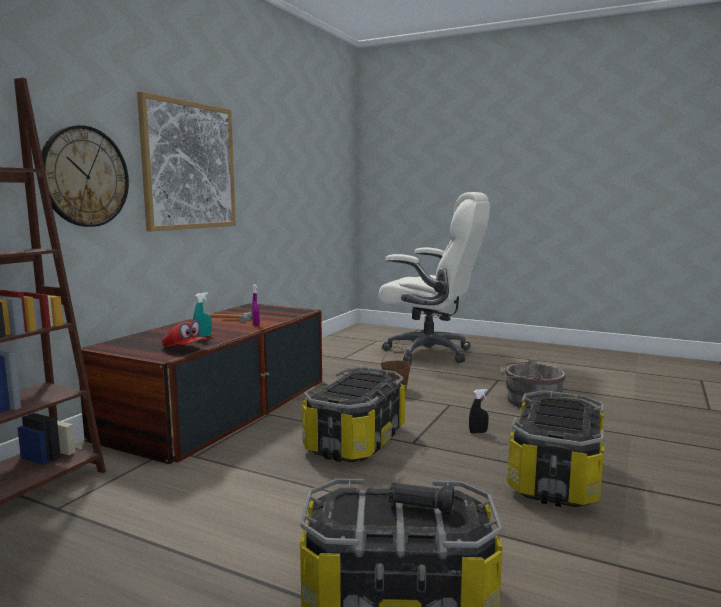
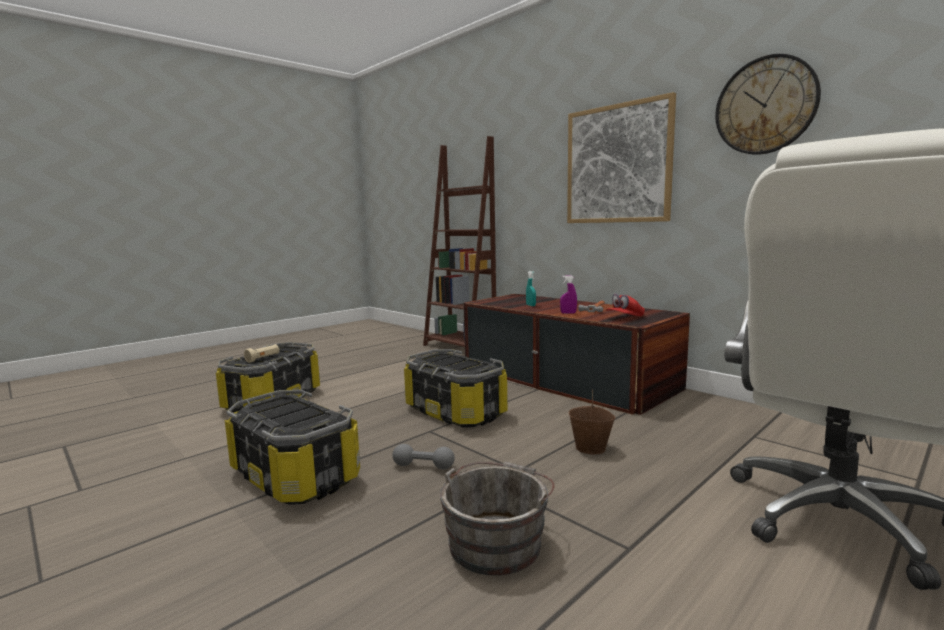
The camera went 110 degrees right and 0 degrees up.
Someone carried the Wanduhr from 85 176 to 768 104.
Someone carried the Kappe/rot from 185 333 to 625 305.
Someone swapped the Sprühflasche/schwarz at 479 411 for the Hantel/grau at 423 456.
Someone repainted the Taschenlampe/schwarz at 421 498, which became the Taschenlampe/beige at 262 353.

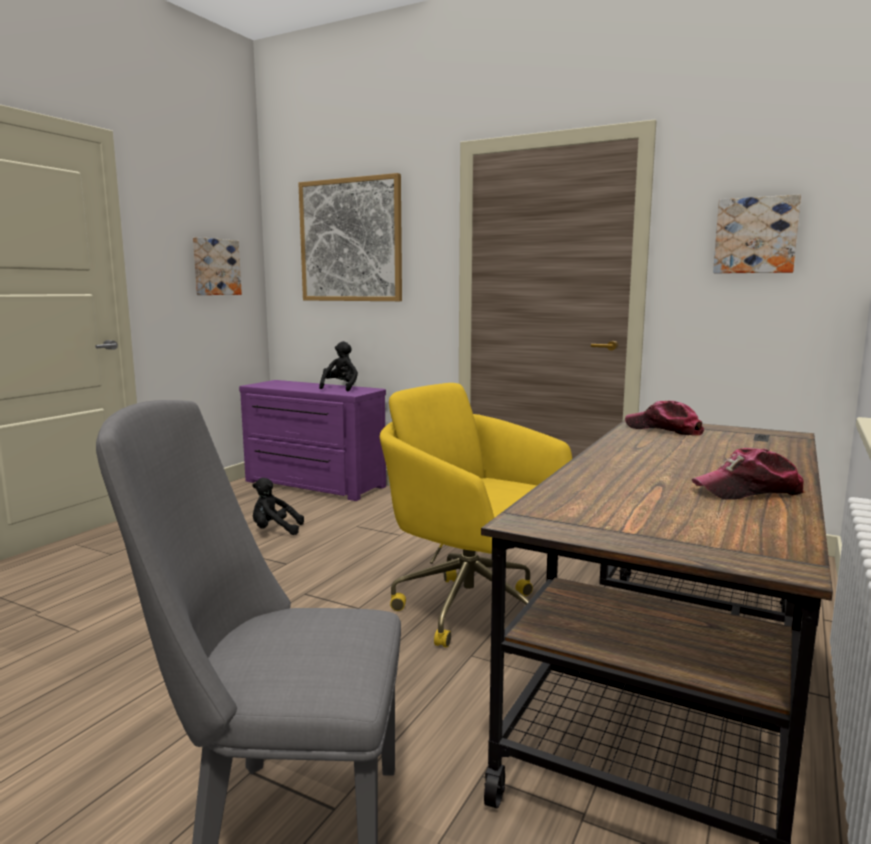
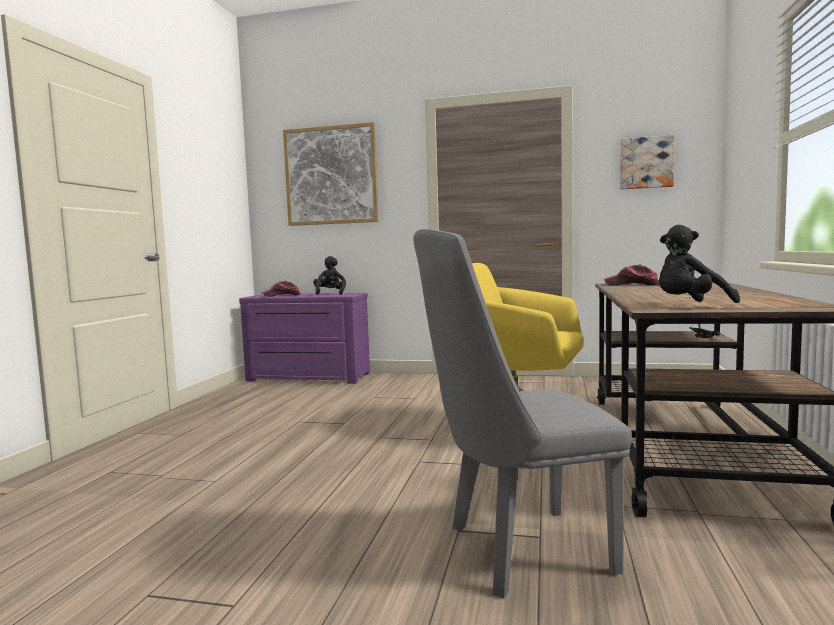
The camera went 15 degrees left and 5 degrees down.
Someone took away the Bild at 217 266.
Someone carried the Plüschtier/schwarz from 278 506 to 699 264.
Someone carried the Kappe from 748 474 to 281 289.

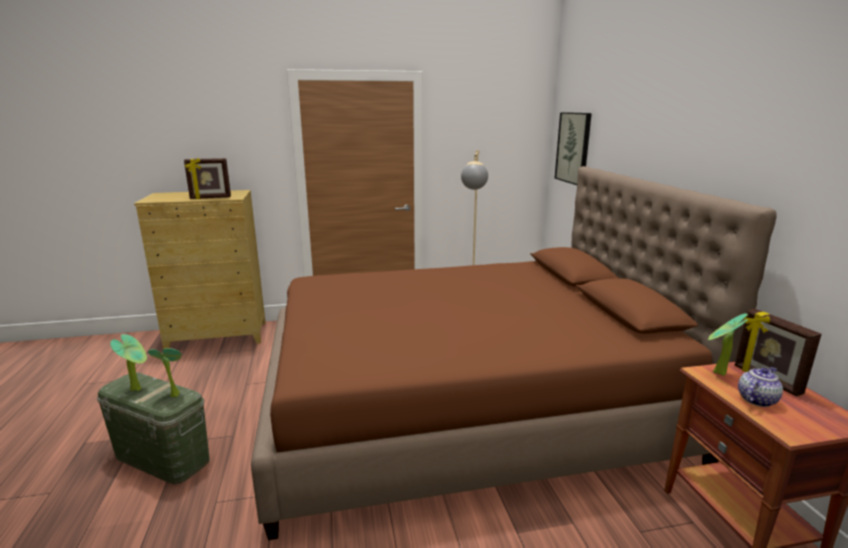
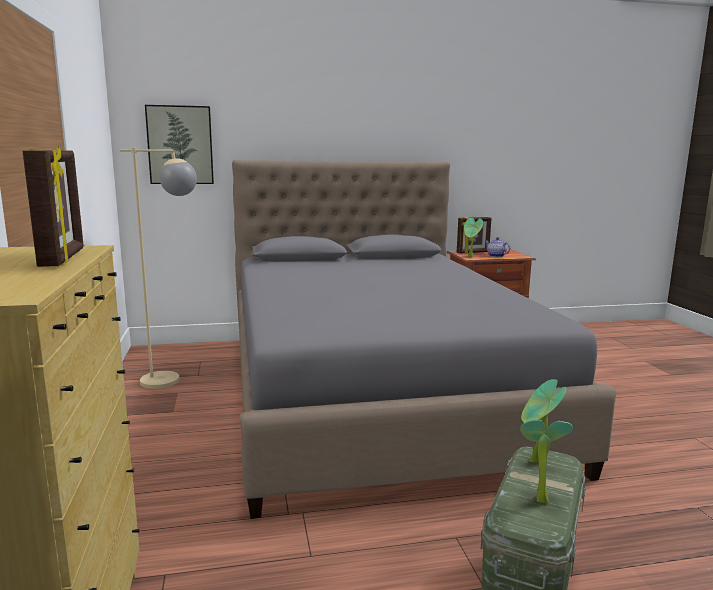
The camera went 90 degrees left and 5 degrees down.
Someone repainted the Bett/braun at 514 353, which became the Bett/grau at 424 339.

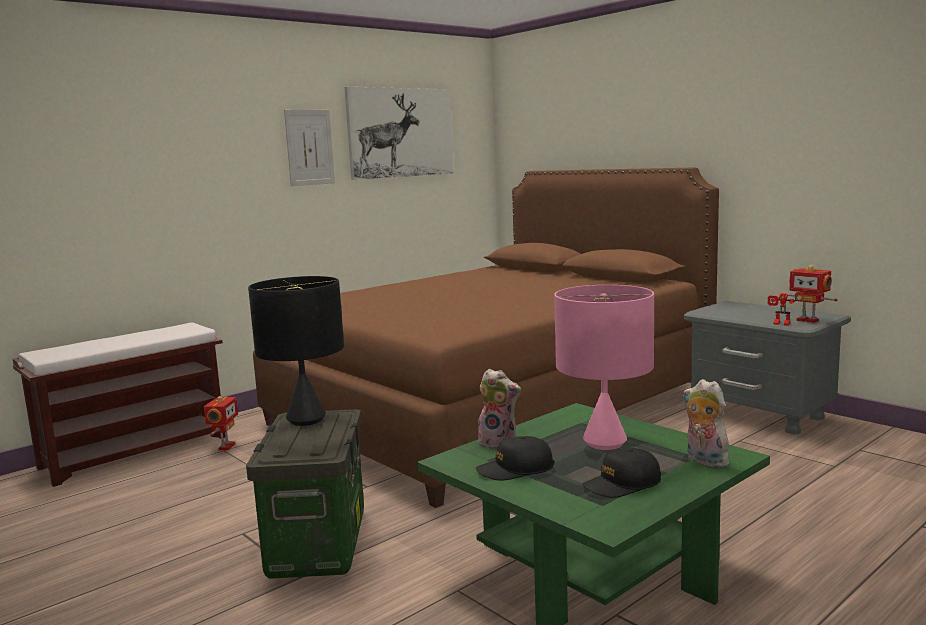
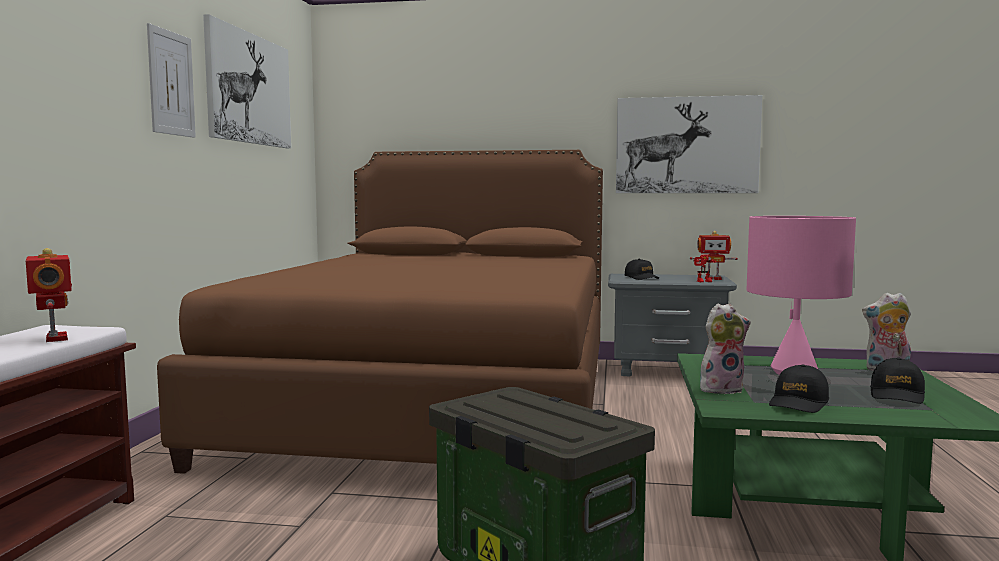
The camera went 40 degrees left and 5 degrees down.
Someone took away the Tischlampe/schwarz at 296 351.
Someone put up the Bild at 689 144.
Someone put down the Kappe/schwarz at 642 269.
Someone carried the Spielzeugroboter from 221 423 to 49 295.

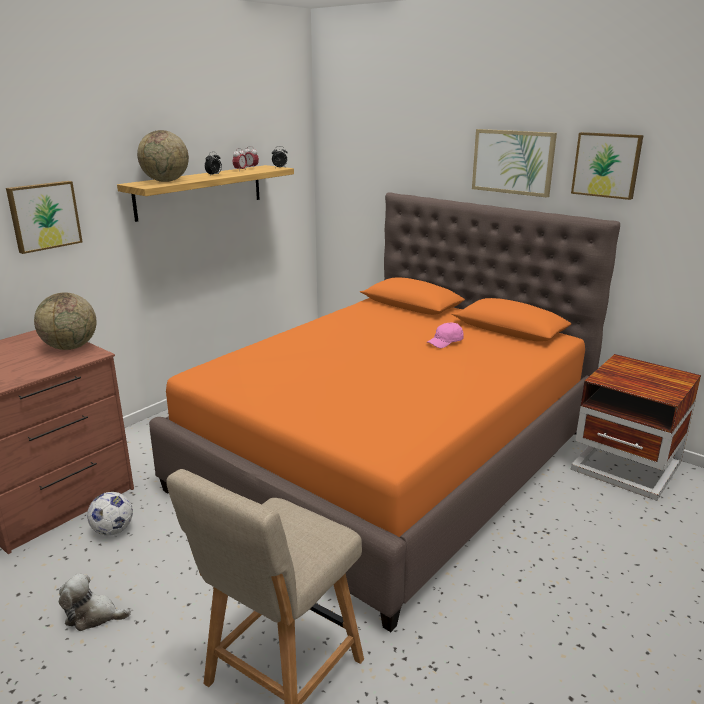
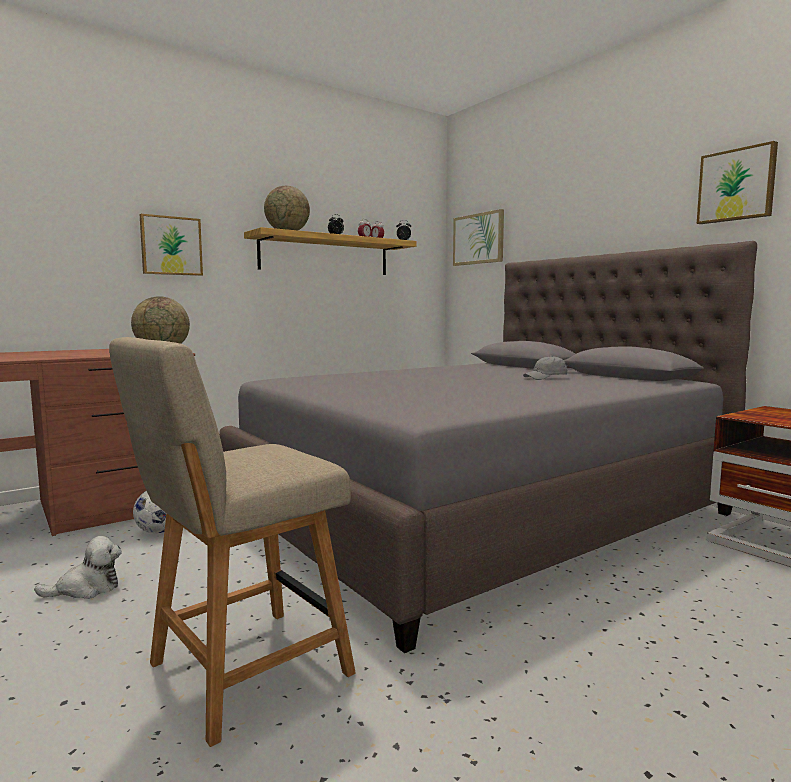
The camera went 15 degrees right and 15 degrees down.
Someone carried the Bild from 514 163 to 478 237.
Someone repainted the Bett/orange at 384 412, which became the Bett/grau at 488 447.
Someone repainted the Kappe/rosa at 445 335, which became the Kappe/grau at 545 368.
Someone rotated the Plüschtier at 95 602 by 135 degrees clockwise.

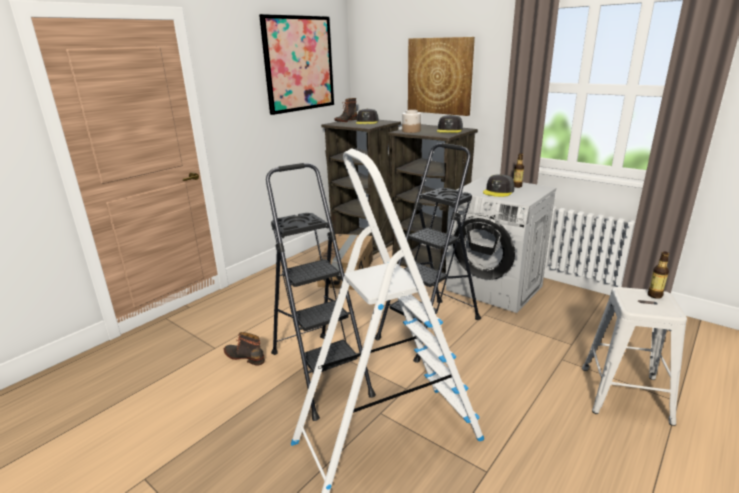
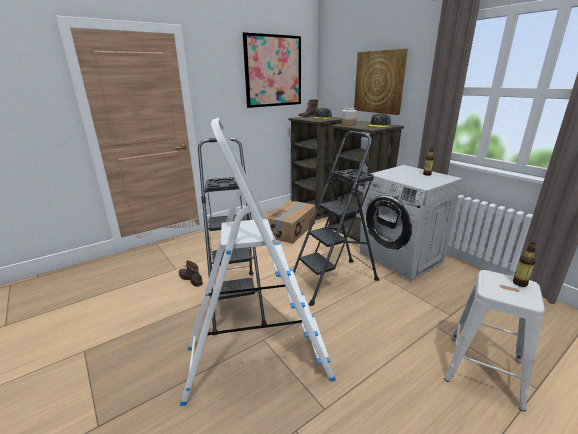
The camera went 15 degrees right and 0 degrees up.
Someone took away the Kappe/grau at 499 185.

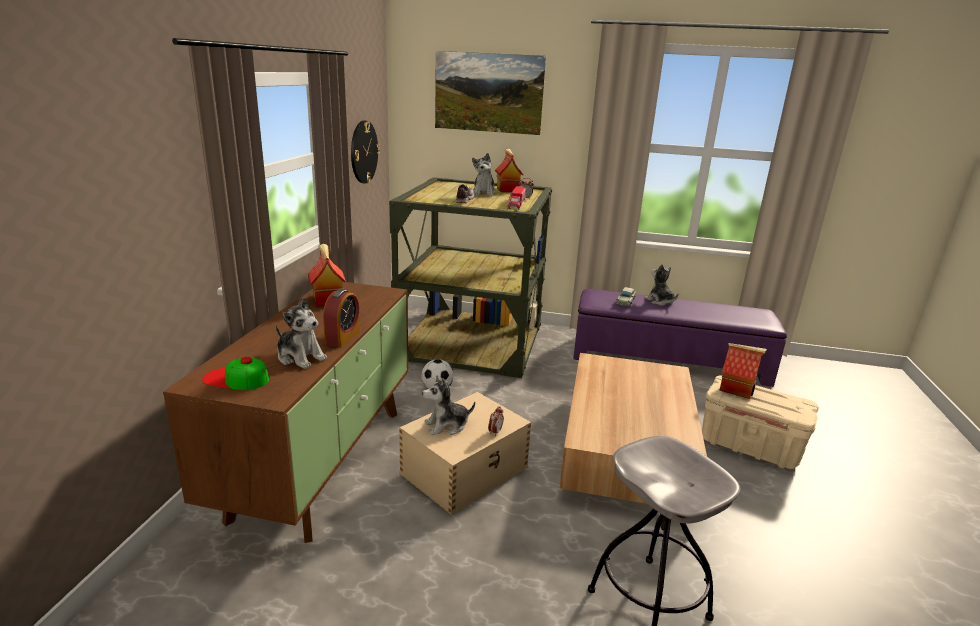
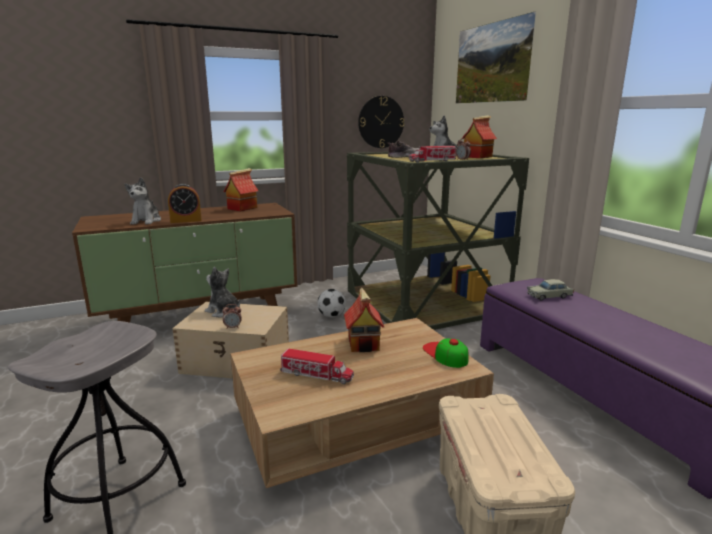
The camera went 55 degrees right and 5 degrees down.
Someone took away the Plüschtier at 661 285.
Someone put down the Spielzeuglaster at 317 366.
Someone carried the Kappe from 235 373 to 445 353.
Someone carried the Spielzeughaus from 743 371 to 364 319.

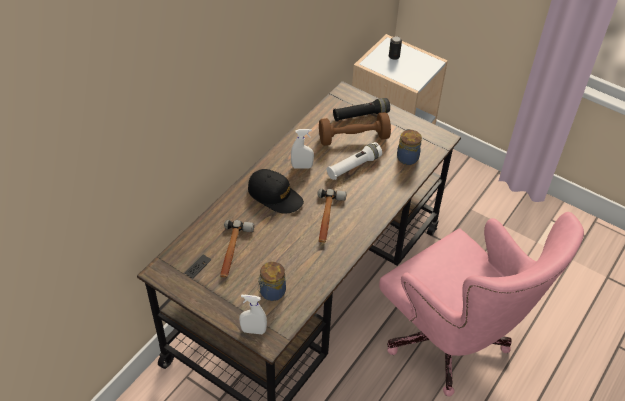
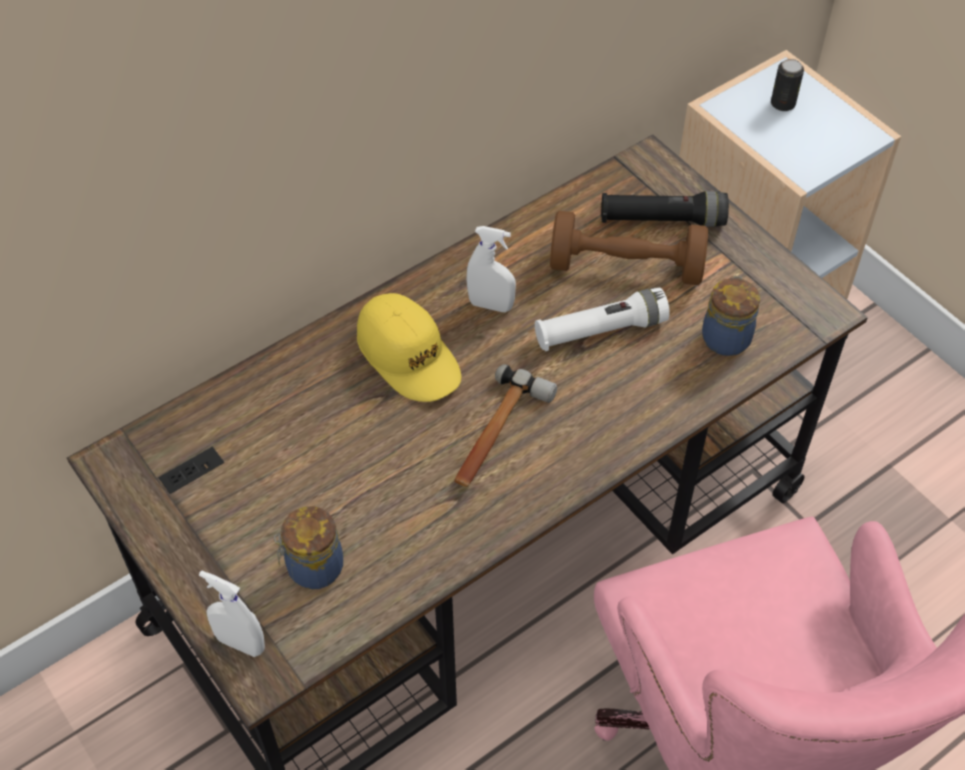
The camera went 20 degrees right and 5 degrees up.
Someone took away the Hammer at 237 249.
Someone repainted the Kappe/schwarz at 276 191, which became the Kappe/gelb at 409 347.

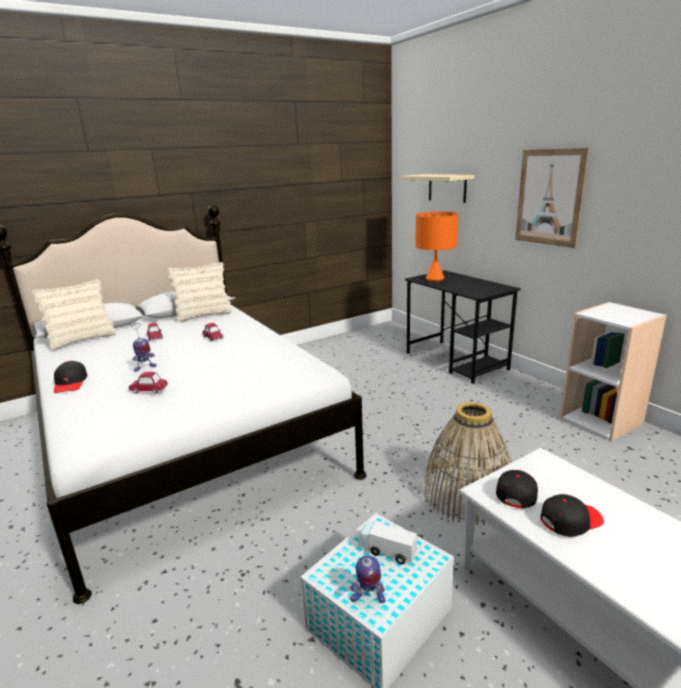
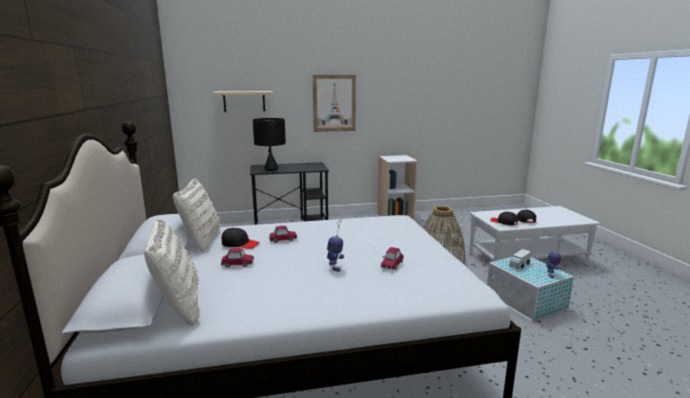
The camera went 70 degrees left and 5 degrees down.
Someone carried the Kappe/schwarz from 71 377 to 240 238.
Someone repainted the Tischlampe/orange at 436 247, which became the Tischlampe/schwarz at 269 144.

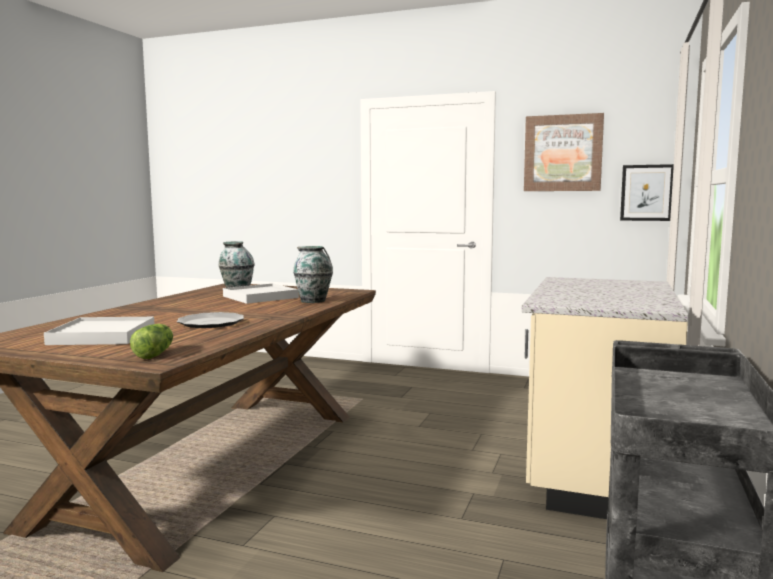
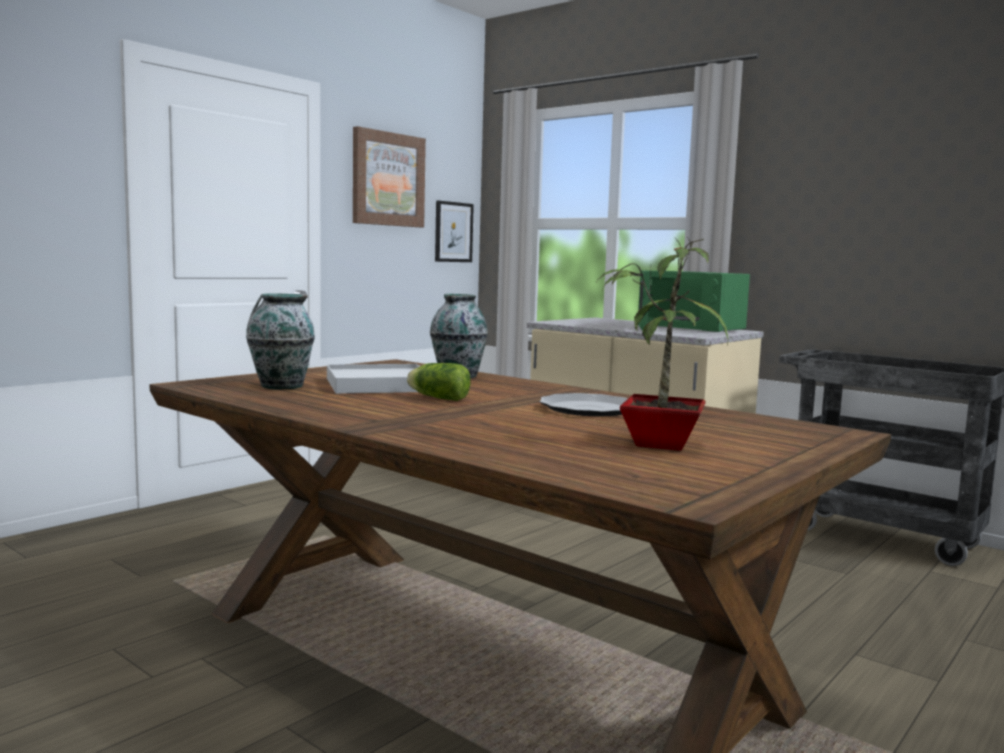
The camera went 70 degrees left and 0 degrees up.
Someone put down the Mikrowelle/grün at 694 301.
Someone carried the Salatkopf from 151 341 to 439 382.
Someone swapped the Tablett/weiß at 99 331 for the Topfpflanze at 662 343.

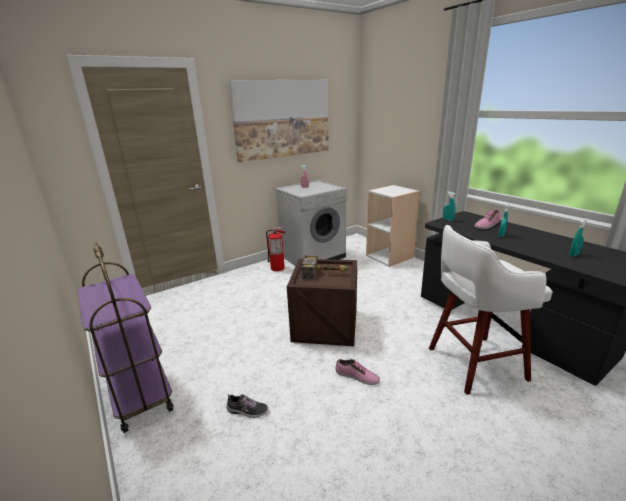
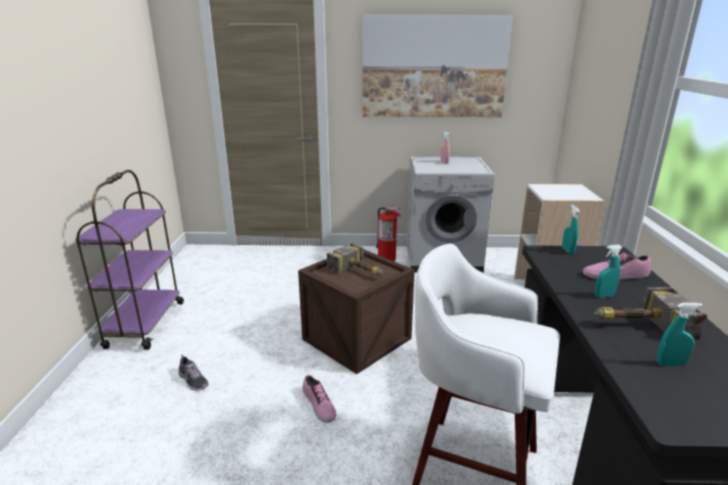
The camera went 35 degrees right and 0 degrees up.
Someone put down the Hammer at 650 313.

